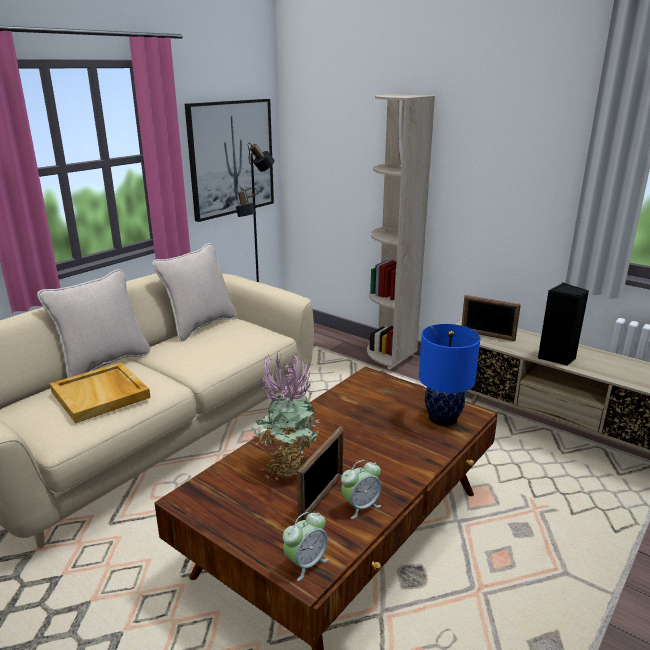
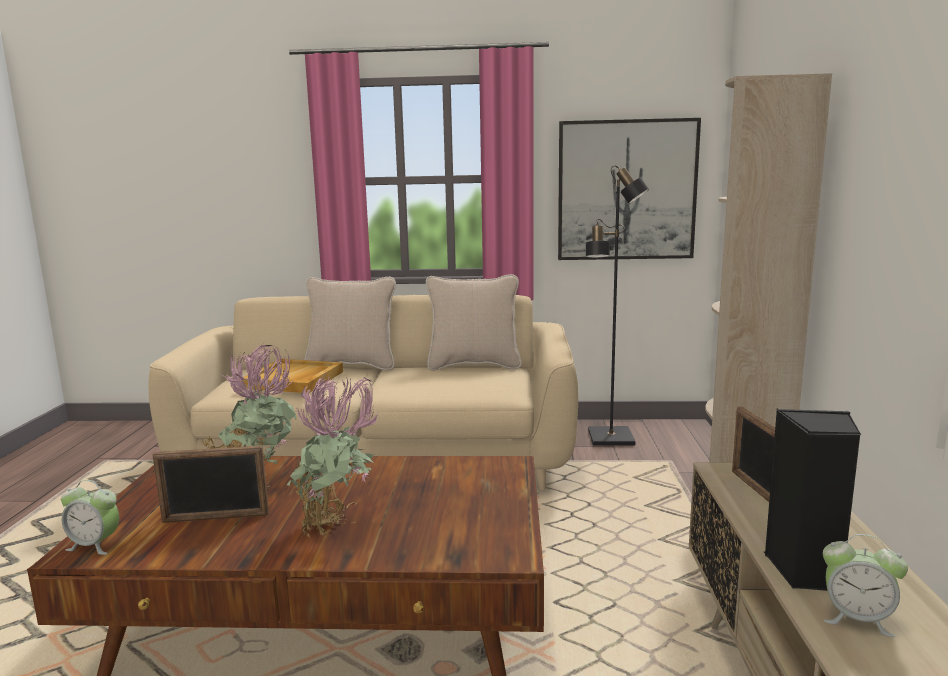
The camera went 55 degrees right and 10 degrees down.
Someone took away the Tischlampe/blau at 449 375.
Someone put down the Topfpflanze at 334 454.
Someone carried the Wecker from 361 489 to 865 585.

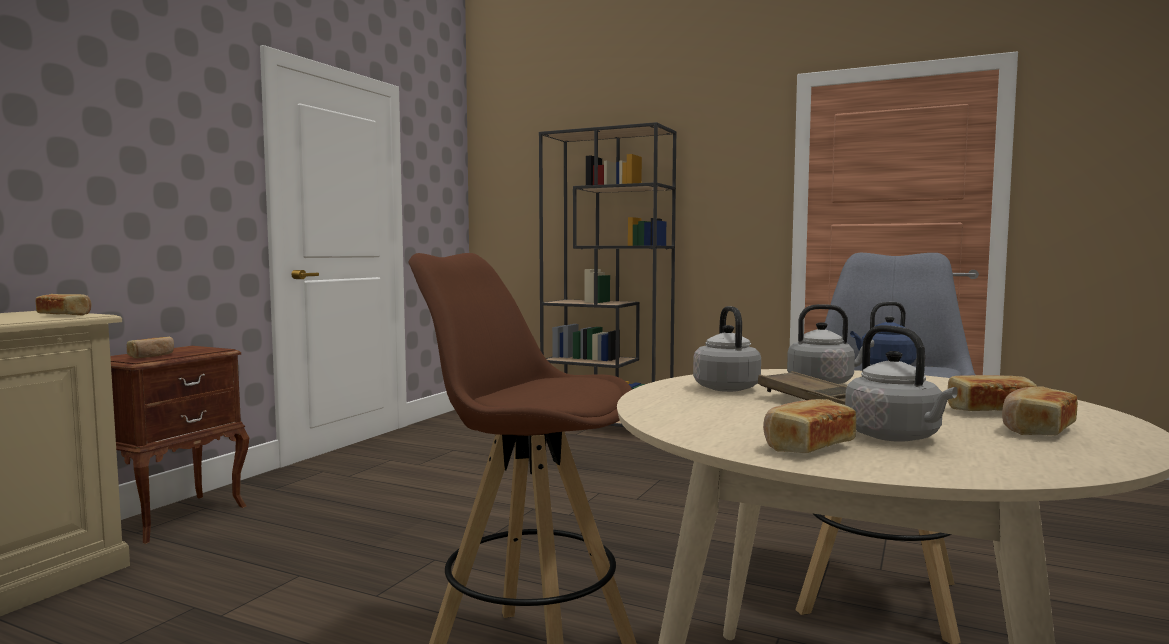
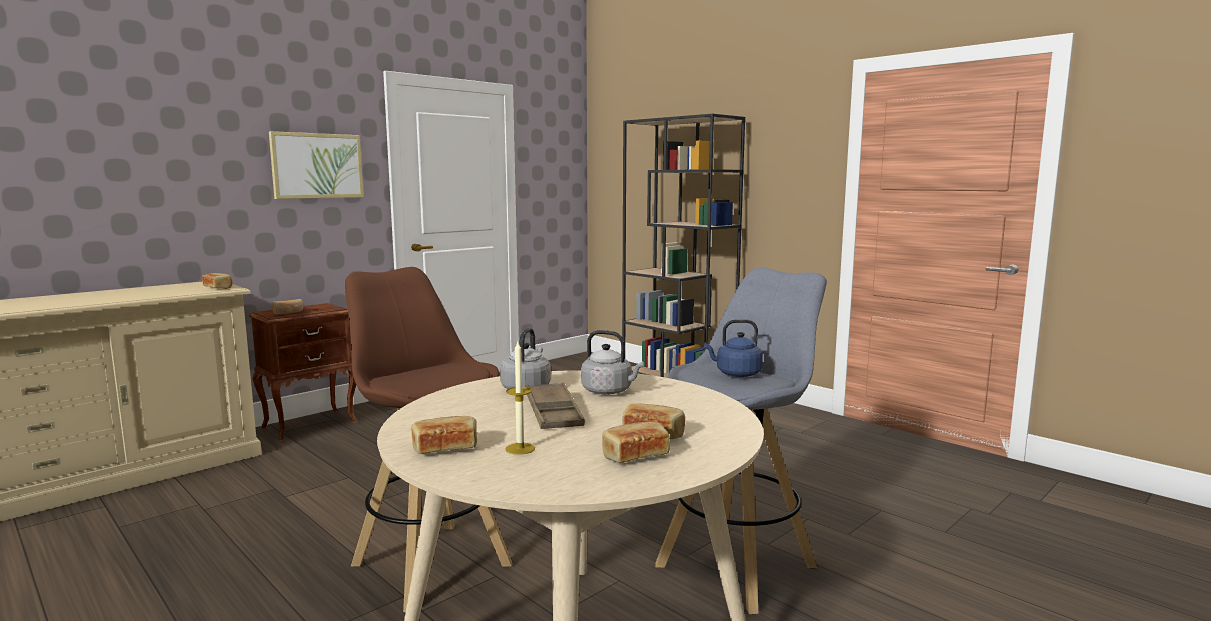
The camera went 20 degrees right and 5 degrees up.
Someone put up the Bild at 316 165.
Someone swapped the Wasserkessel/grau at 901 383 for the Kerze at 520 398.

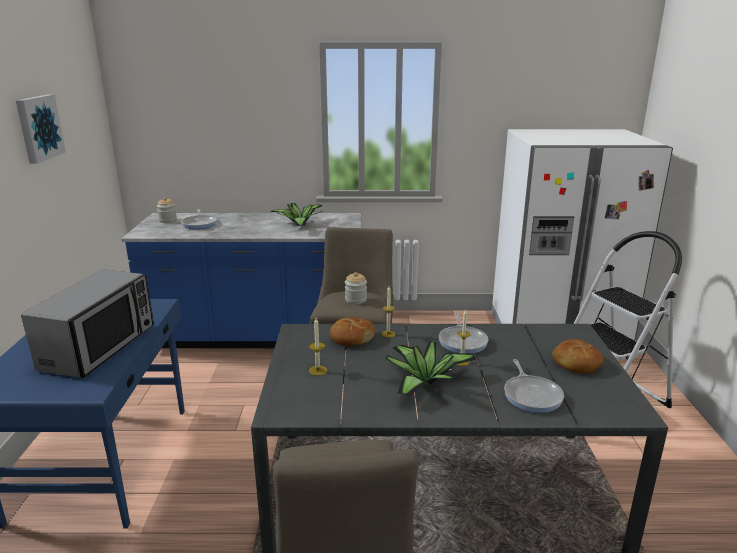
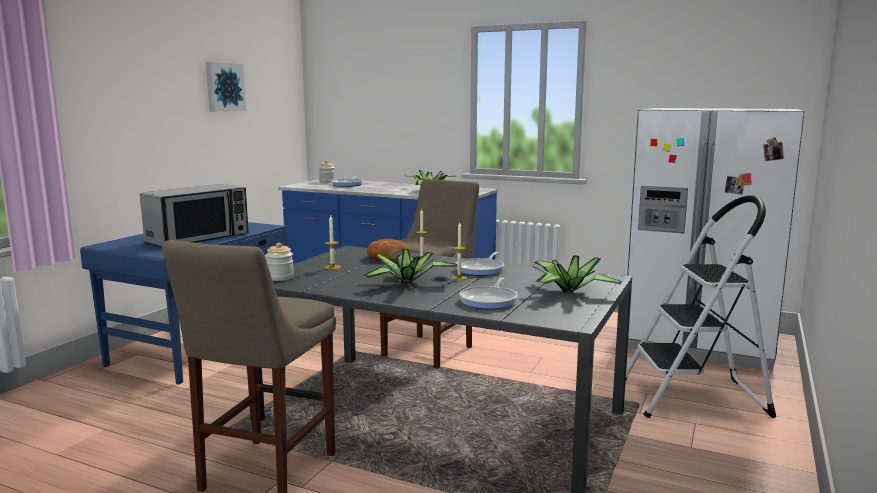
The camera went 25 degrees right and 10 degrees down.
Someone carried the Vorratsglas from 356 288 to 280 262.
Someone swapped the Brot at 577 356 for the Topfpflanze at 578 275.

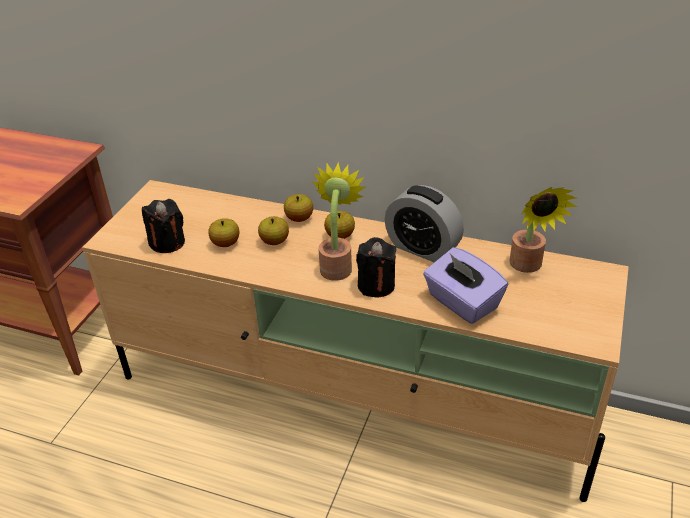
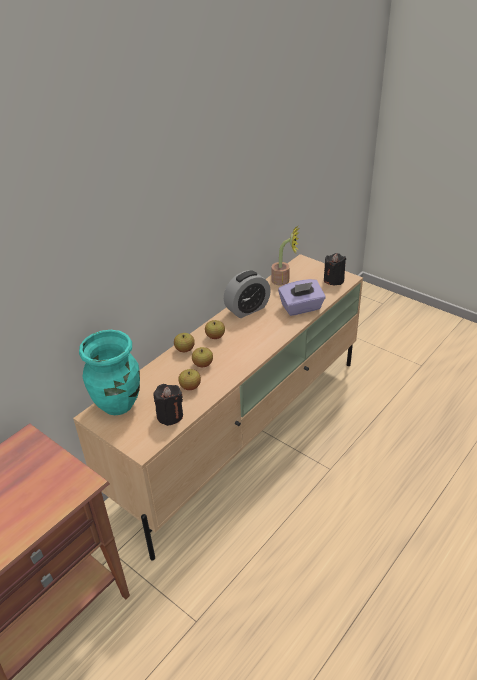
The camera went 70 degrees left and 0 degrees up.
Someone took away the Topfpflanze at 339 221.
Someone put down the Vase/türkis at 109 372.
Someone carried the Kerze/schwarz from 376 267 to 335 269.

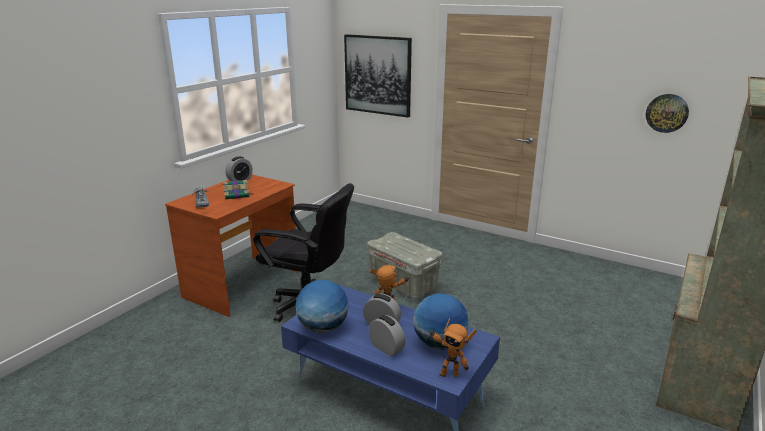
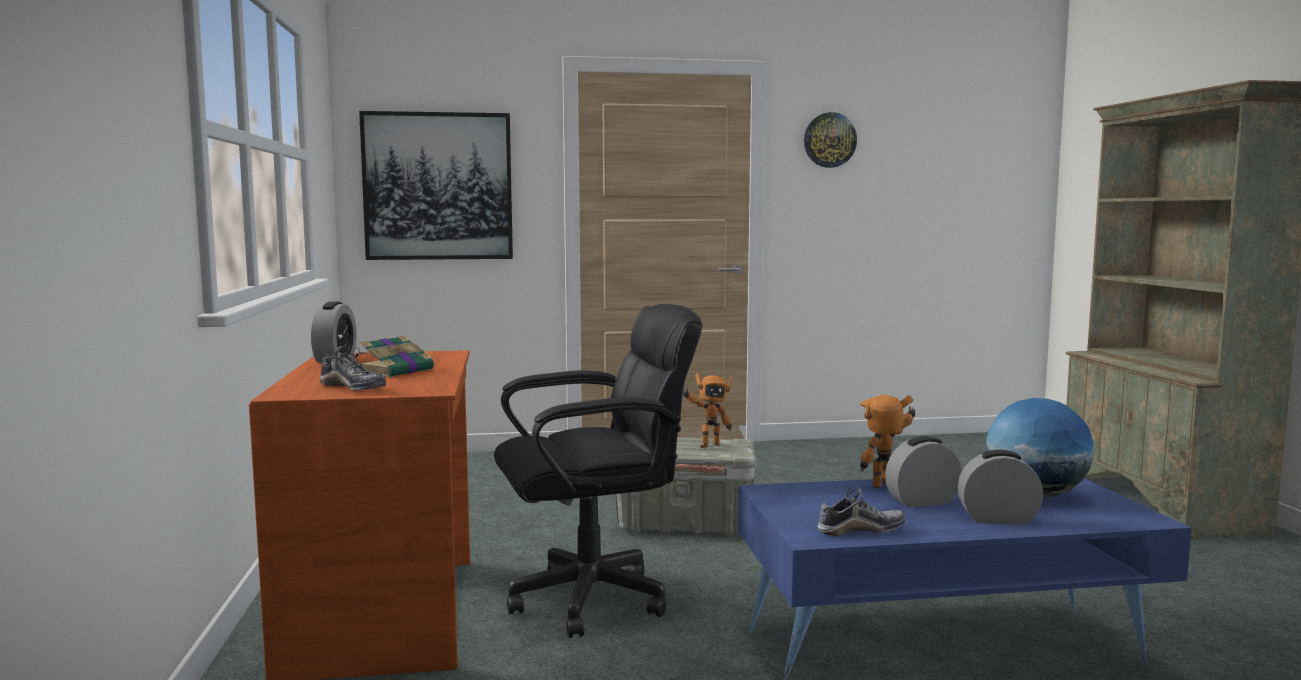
The camera went 40 degrees left and 15 degrees down.
Someone carried the Spielzeugroboter from 453 347 to 707 410.
Someone carried the Wanduhr from 667 113 to 830 140.
Someone swapped the Globus at 322 306 for the Schuh at 861 511.

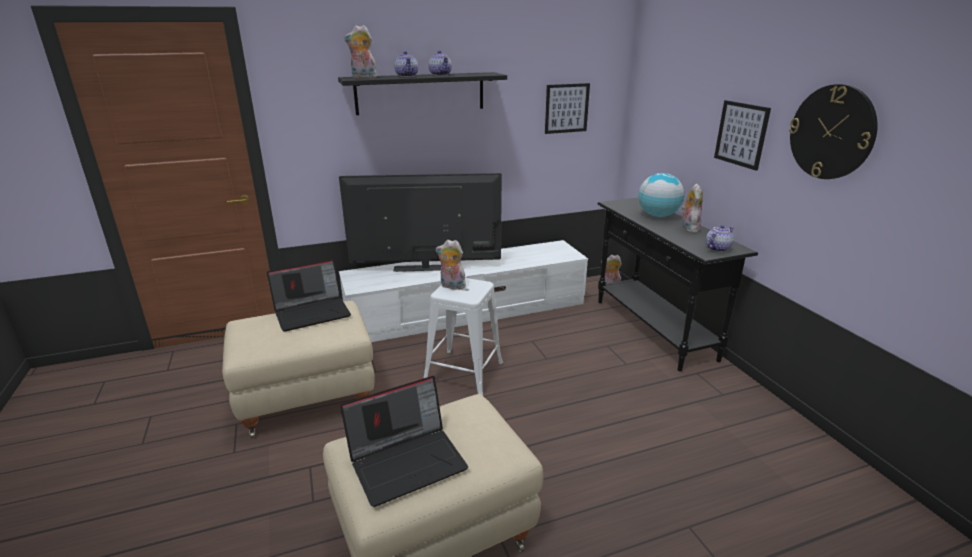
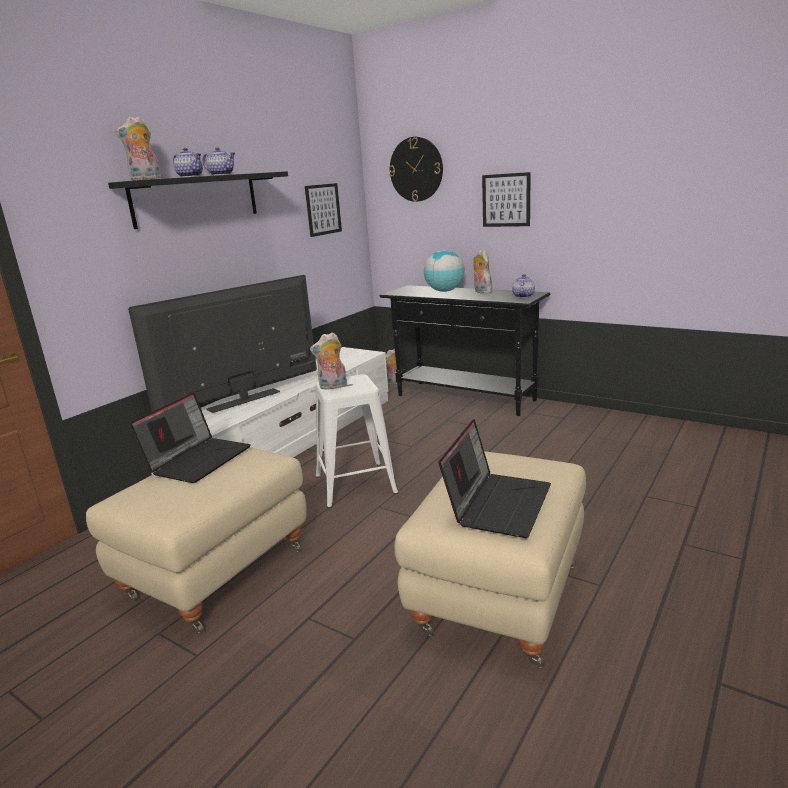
The camera went 35 degrees left and 5 degrees down.
Someone carried the Wanduhr from 833 131 to 416 169.

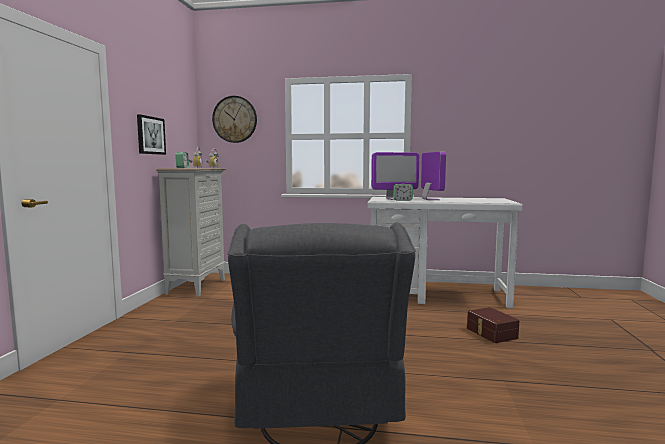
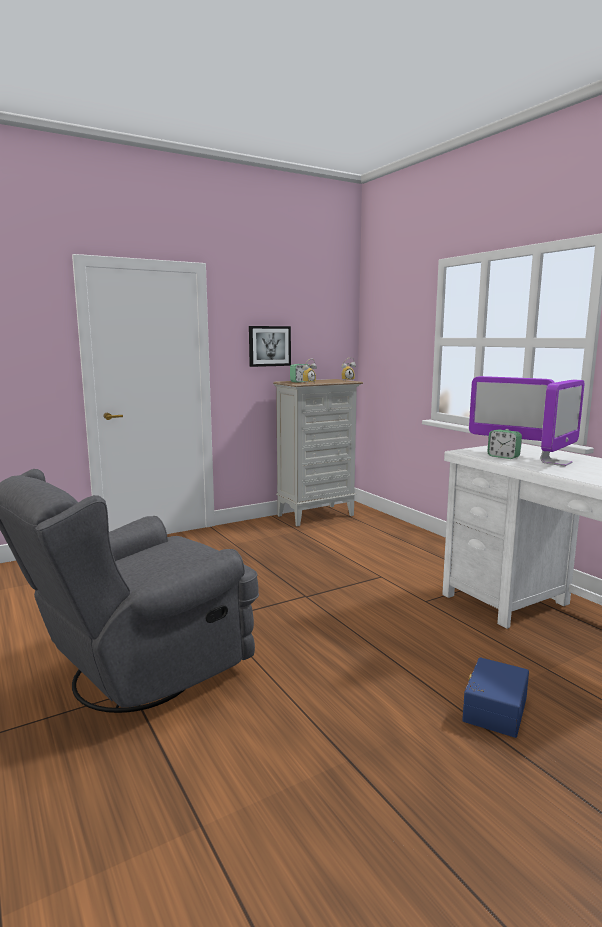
The camera went 50 degrees right and 5 degrees up.
Someone took away the Wanduhr at 234 119.
Someone repainted the Aufbewahrungsbox/braun at 493 325, which became the Aufbewahrungsbox/blau at 495 697.

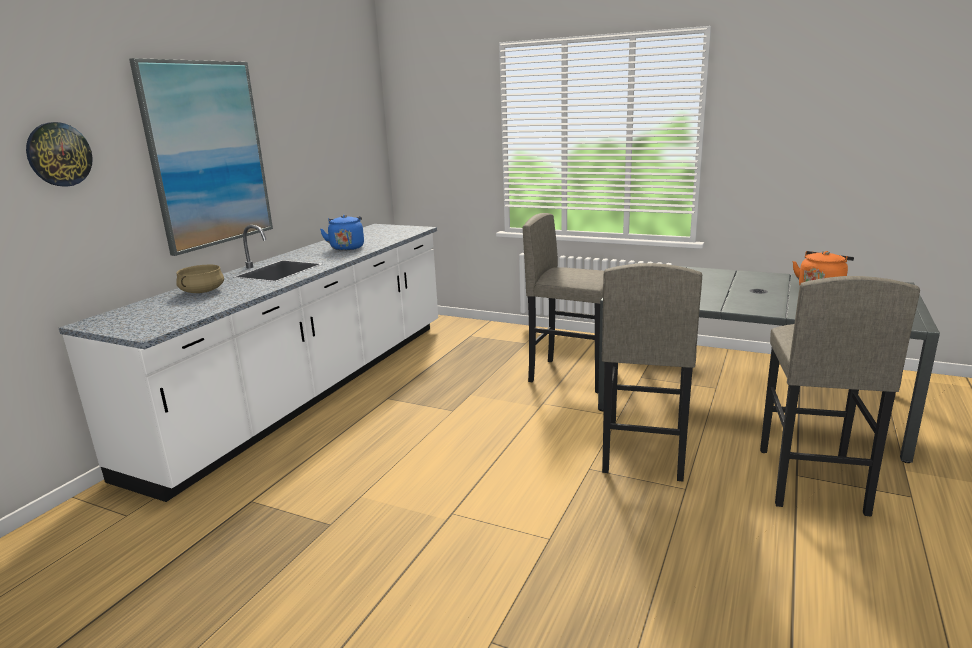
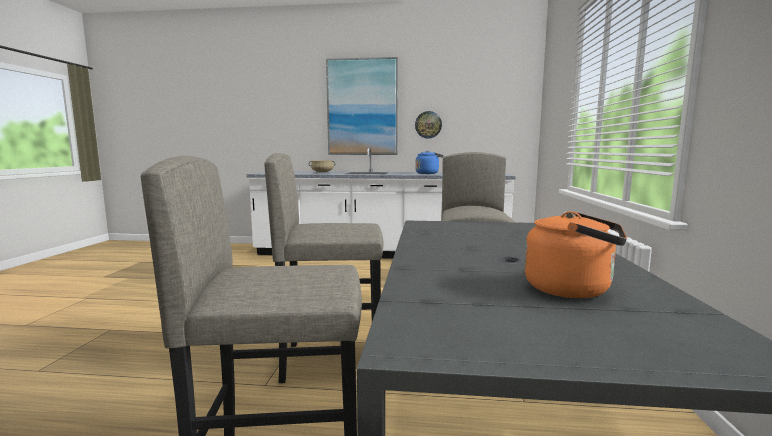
The camera went 70 degrees right and 10 degrees down.
Someone carried the Wanduhr from 59 154 to 428 125.

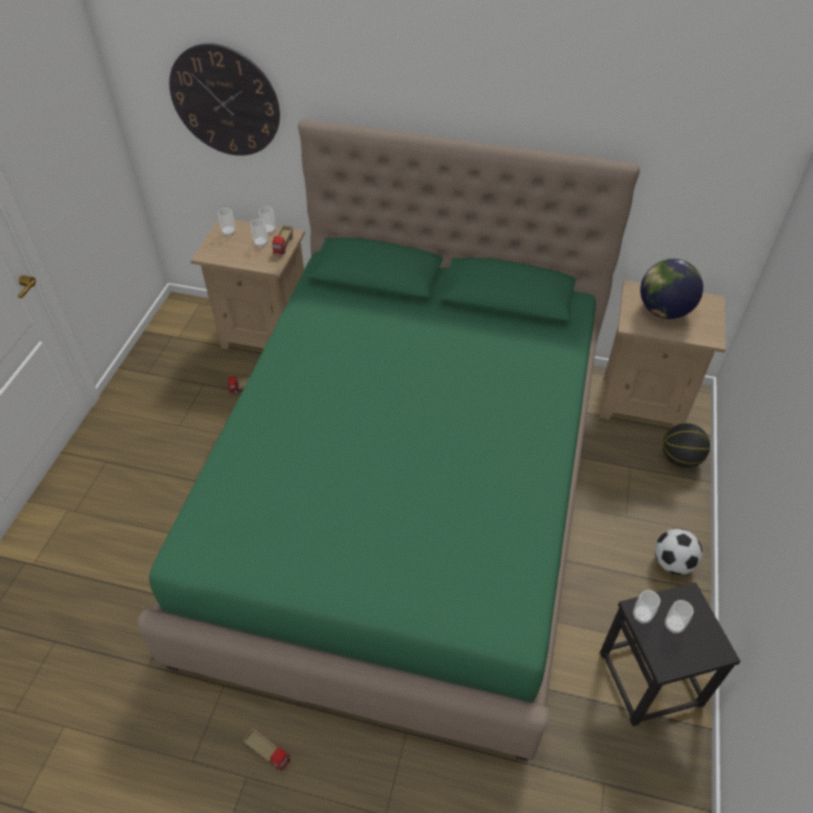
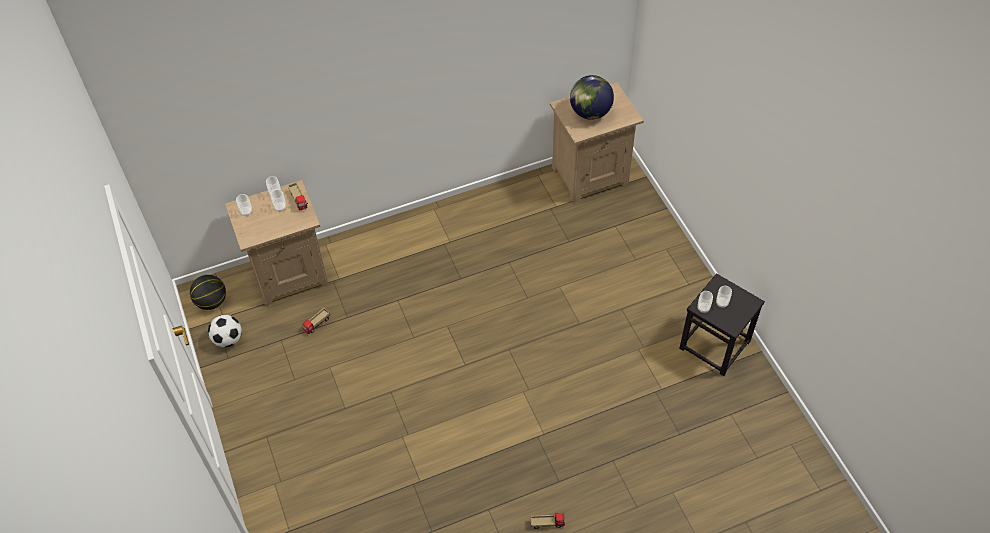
The camera went 35 degrees left and 5 degrees up.
Someone took away the Bett/grün at 388 440.
Someone took away the Wanduhr at 224 99.
Someone carried the Fußball from 678 552 to 225 331.
Someone carried the Basketball from 686 445 to 208 292.

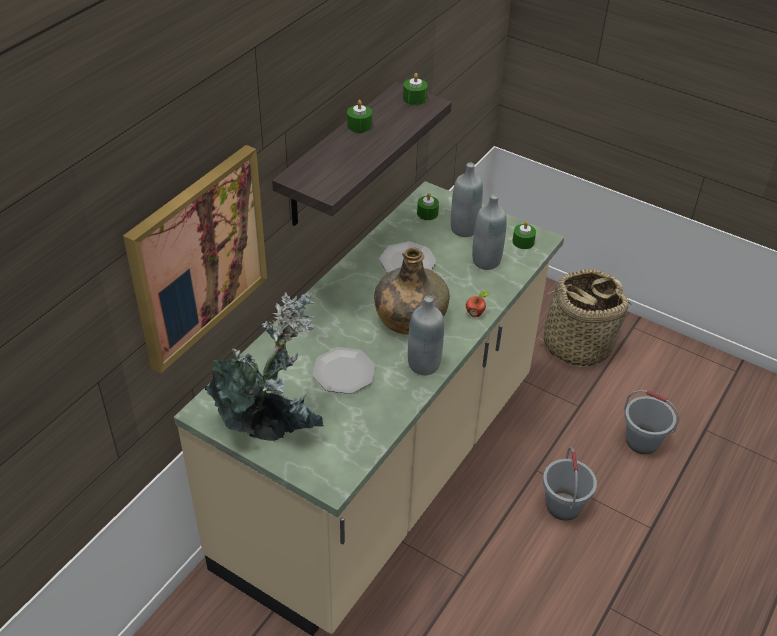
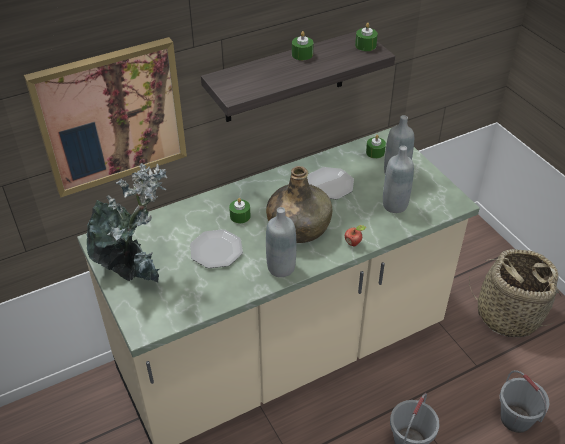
The camera went 30 degrees right and 0 degrees up.
Someone carried the Kerze/grün from 524 235 to 239 210.

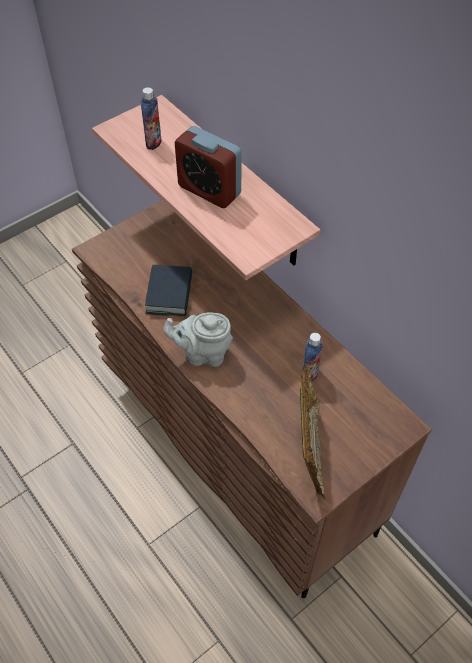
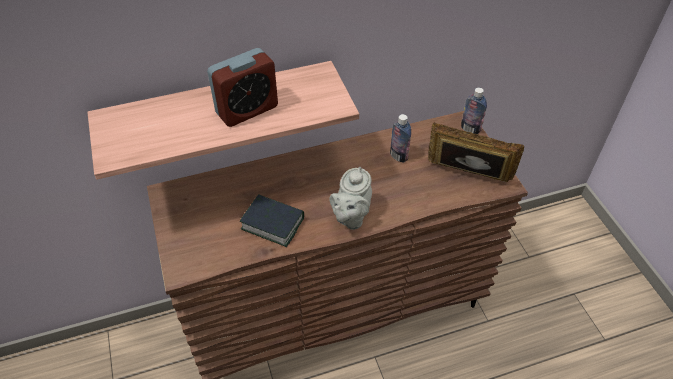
The camera went 70 degrees left and 5 degrees down.
Someone carried the Flasche from 151 118 to 474 111.

